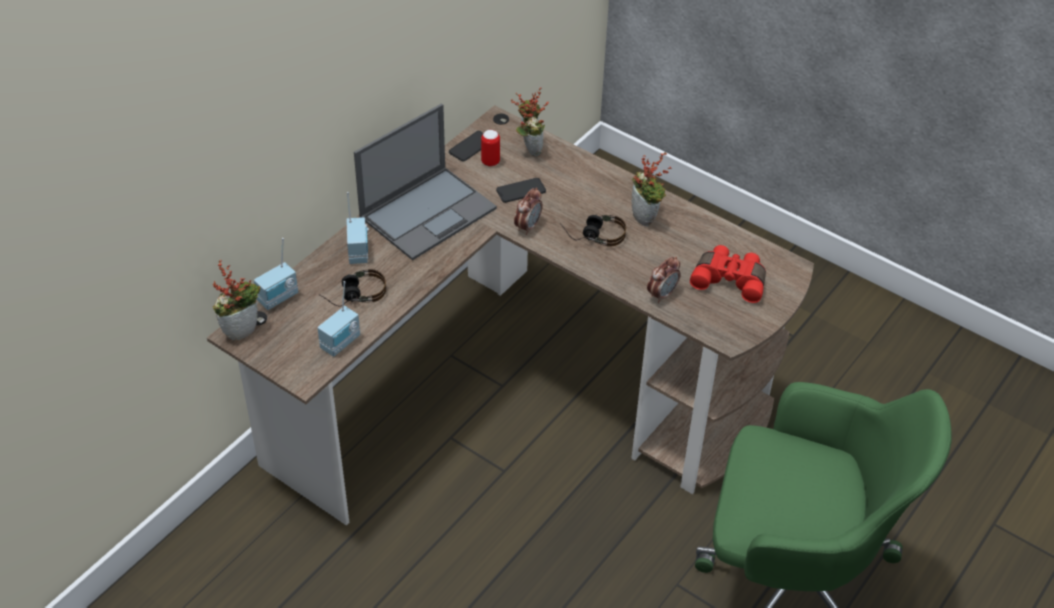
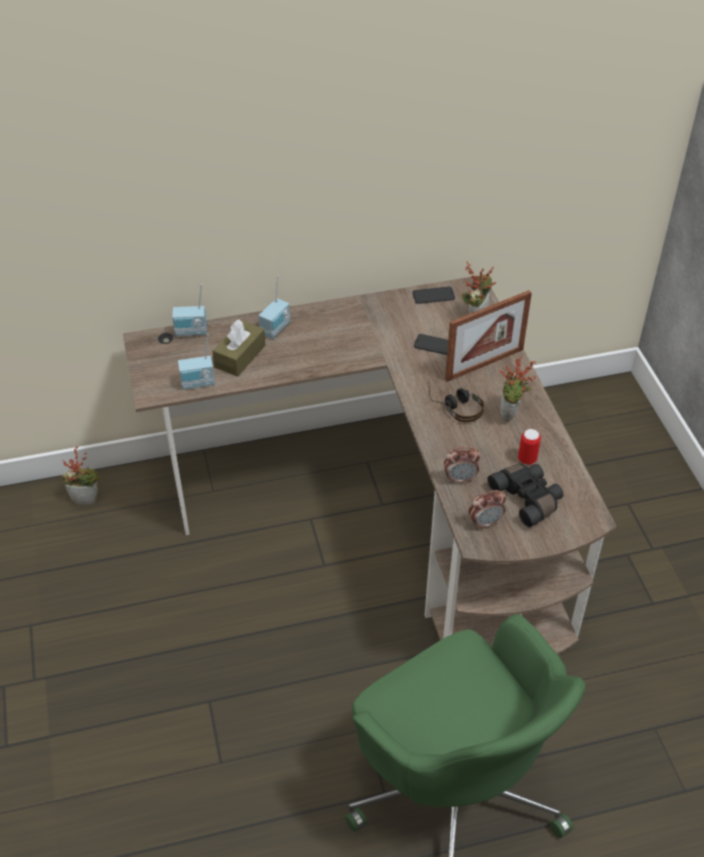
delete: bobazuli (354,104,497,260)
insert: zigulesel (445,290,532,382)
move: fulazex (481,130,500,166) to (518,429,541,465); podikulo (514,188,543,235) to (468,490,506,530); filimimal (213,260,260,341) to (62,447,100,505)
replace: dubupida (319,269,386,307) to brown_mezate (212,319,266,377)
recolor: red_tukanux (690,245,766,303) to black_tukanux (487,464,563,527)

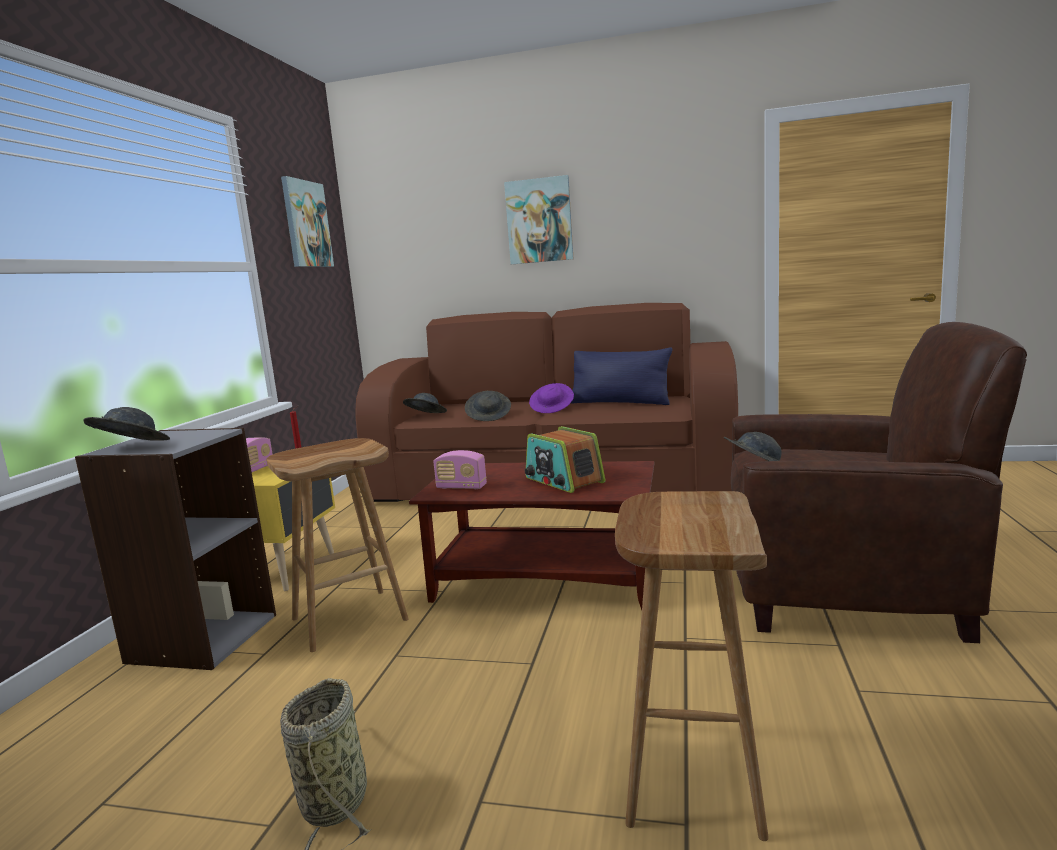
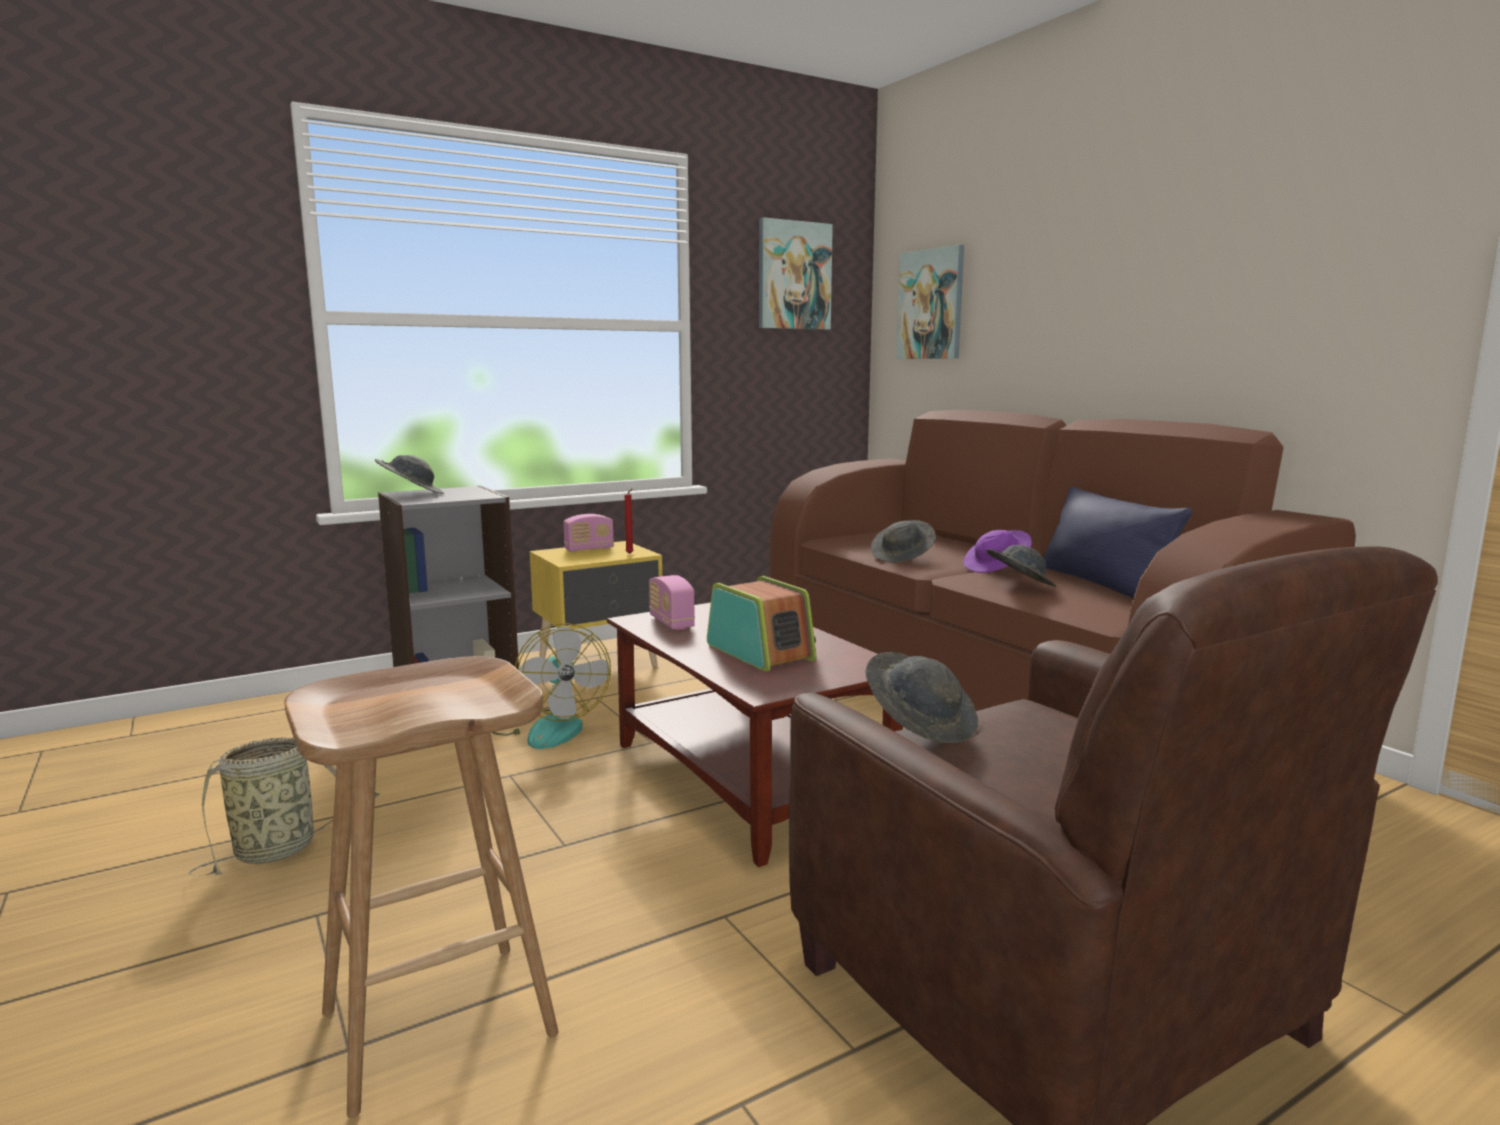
move: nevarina (504,175,574,264) to (896,245,964,359); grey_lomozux (403,393,447,413) to (986,545,1056,587)
replace: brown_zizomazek (266,438,409,652) to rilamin (492,623,611,749)
rotate: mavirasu (525,426,605,493) = (707,576,816,672) 135 degrees clockwise

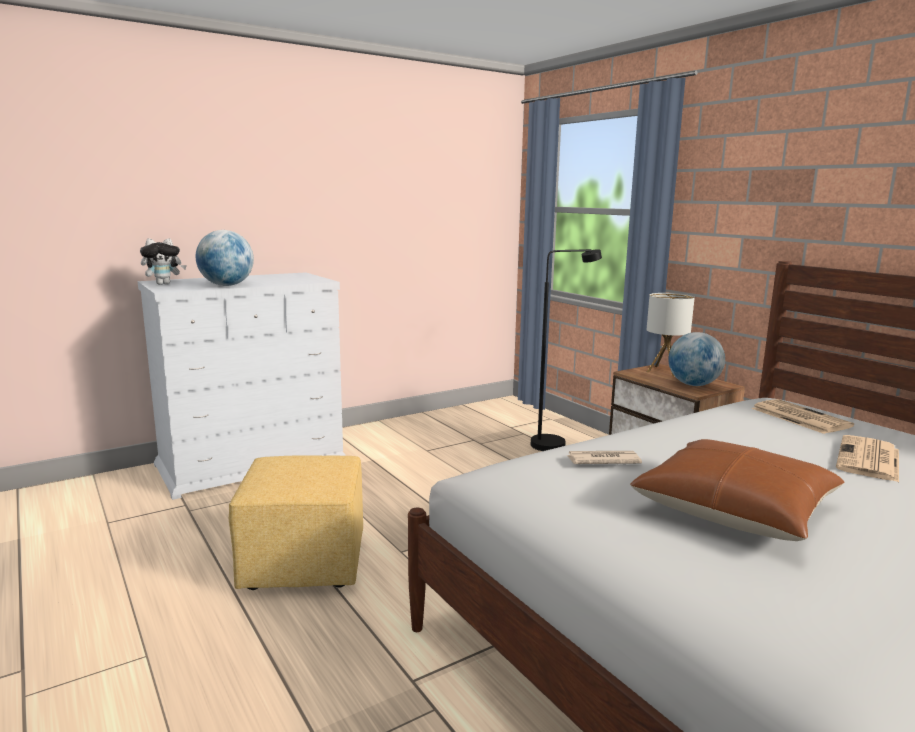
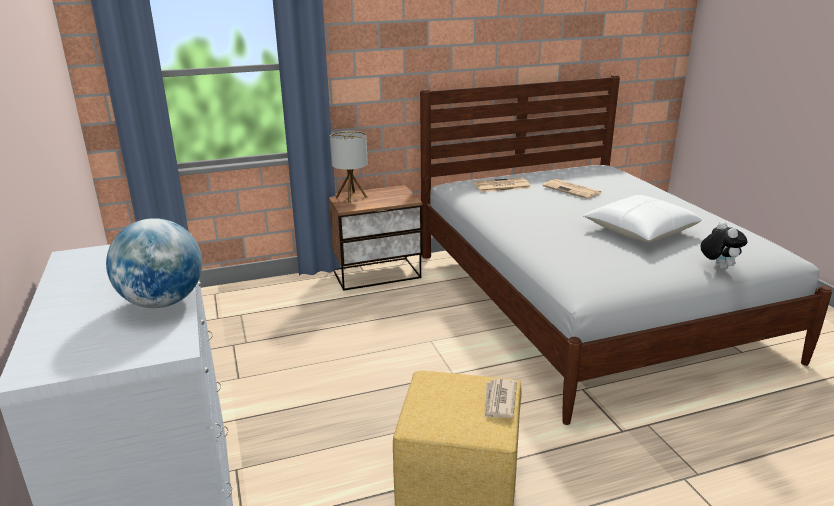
delete: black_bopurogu (531,249,602,451); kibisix (668,332,725,386)
move: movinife (140,238,187,285) to (701,221,747,270); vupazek (566,451,642,464) to (484,379,517,418)
recolor: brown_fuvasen (630,439,844,541) to white_fuvasen (583,195,702,243)

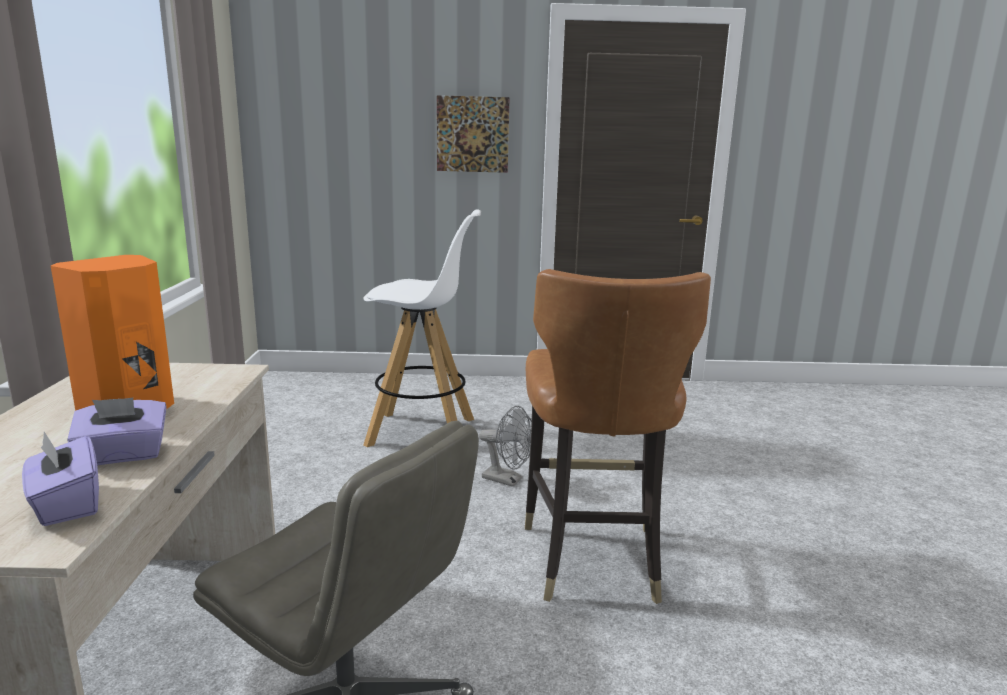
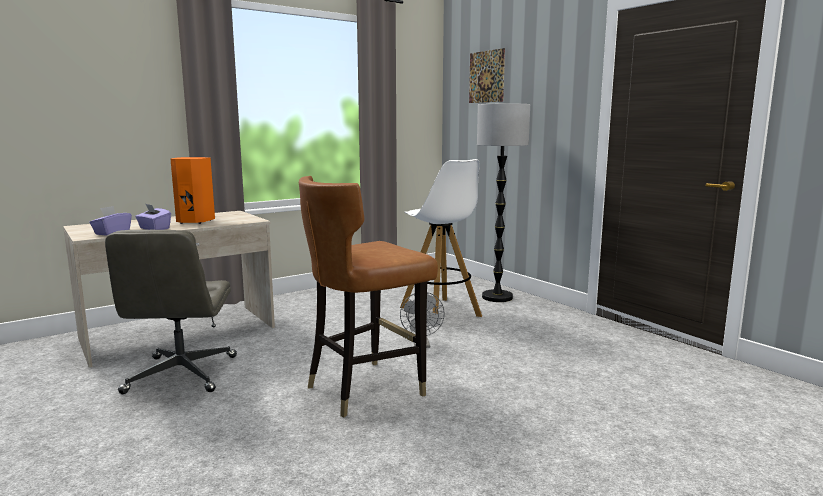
insert: bopurogu (477,104,530,302)
move: nevarina (437,95,510,173) to (469,48,505,103)

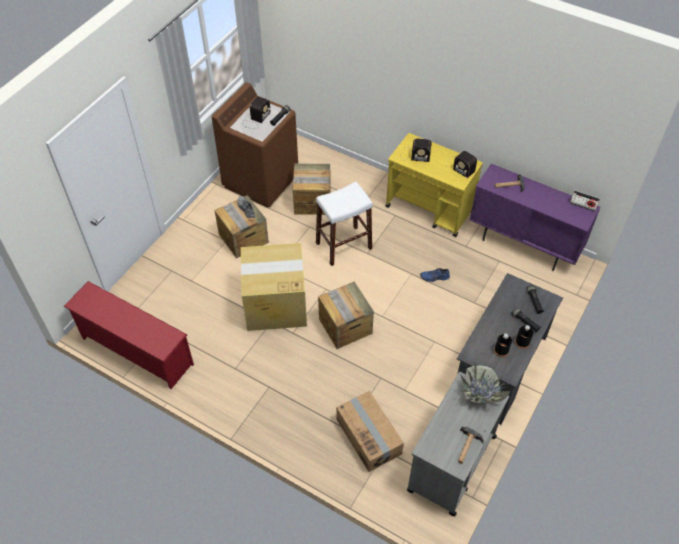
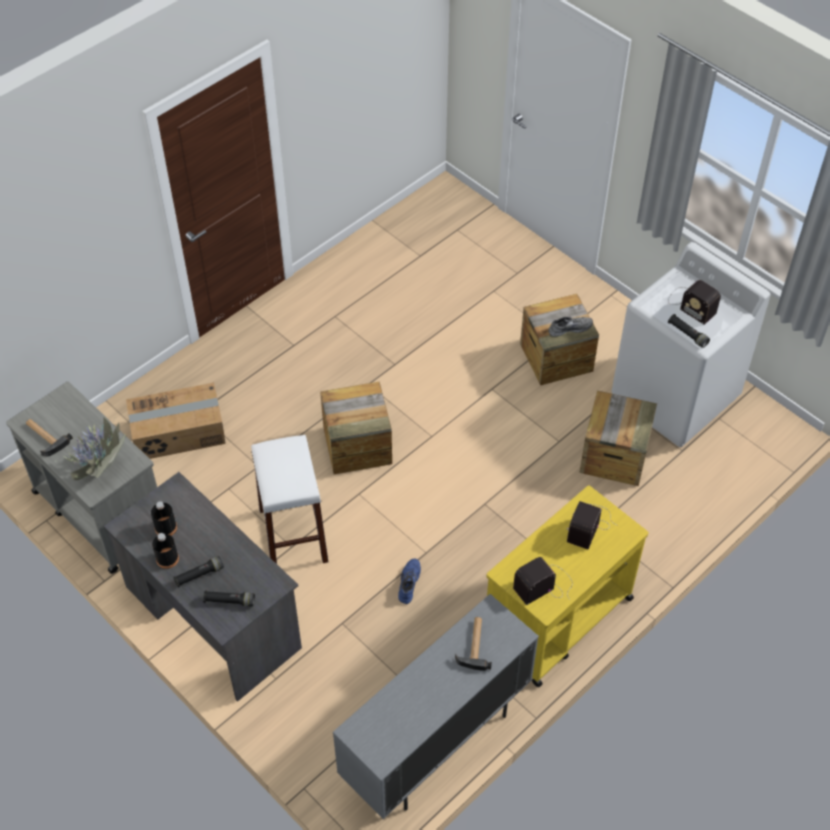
delete: mavirasu (570,190,600,212); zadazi (241,243,307,331); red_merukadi (63,281,194,389)
move: white_zizomazek (316,182,373,266) to (251,435,329,564)
recolor: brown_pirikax (212,82,298,208) to white_pirikax (612,242,770,447); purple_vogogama (470,164,601,271) to grey_vogogama (333,594,539,819)

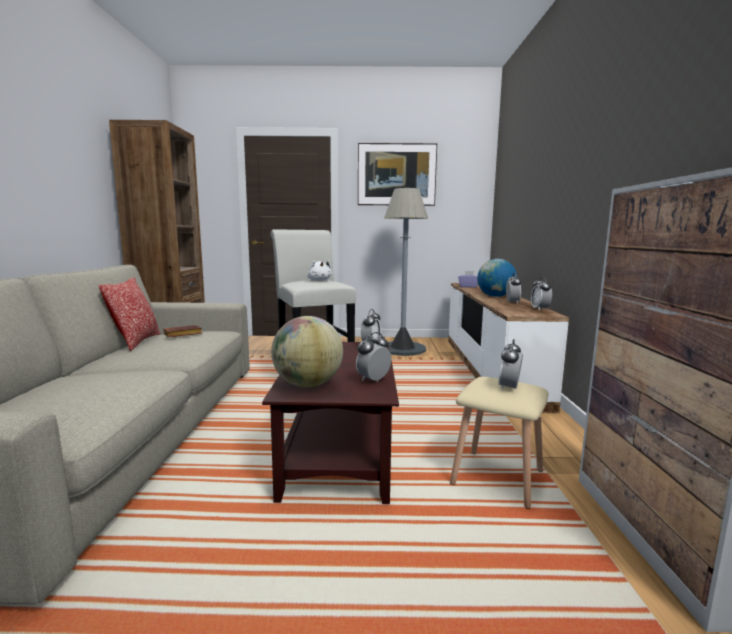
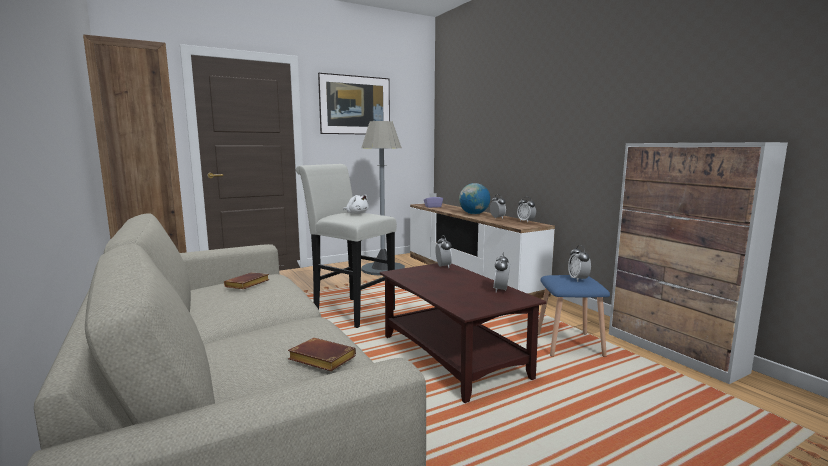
delete: fuvasen (99,277,161,351); kibisix (271,316,343,387)
insert: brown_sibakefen (288,338,356,371)
recolor: beige_zizomazek (450,377,549,509) to blue_zizomazek (538,275,610,357)

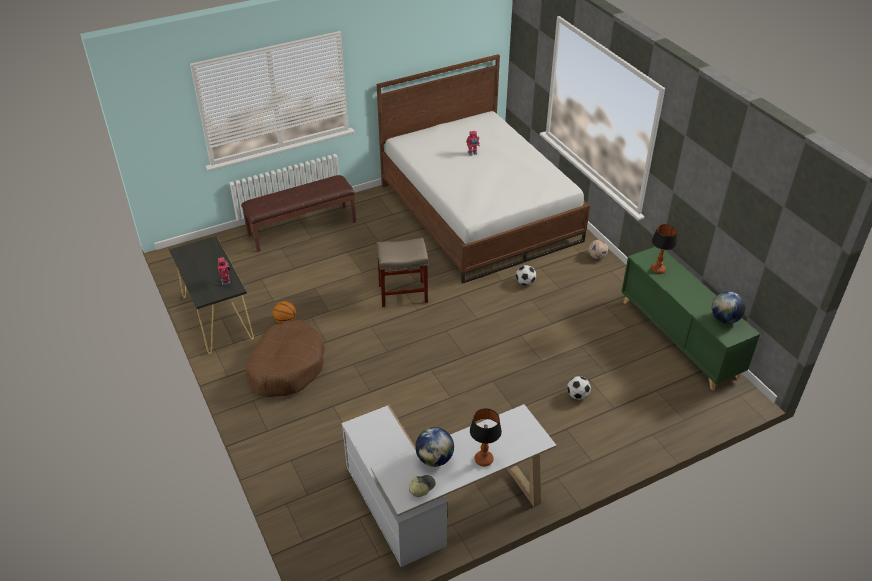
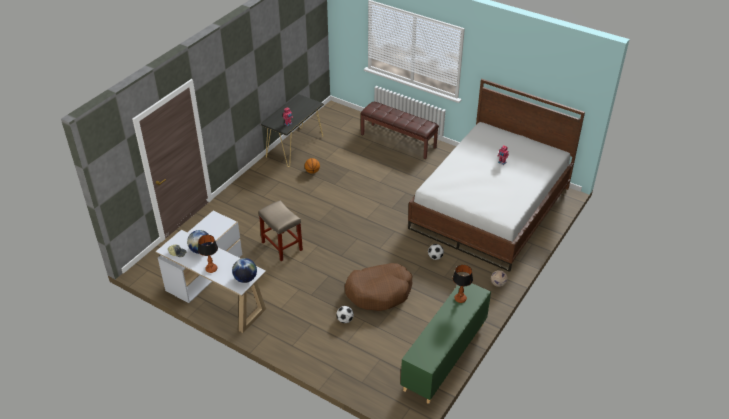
move: beige_zizomazek (376,238,428,307) to (258,201,303,261); kibisix (712,291,746,324) to (232,258,257,283); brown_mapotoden (245,320,325,397) to (345,263,412,311)

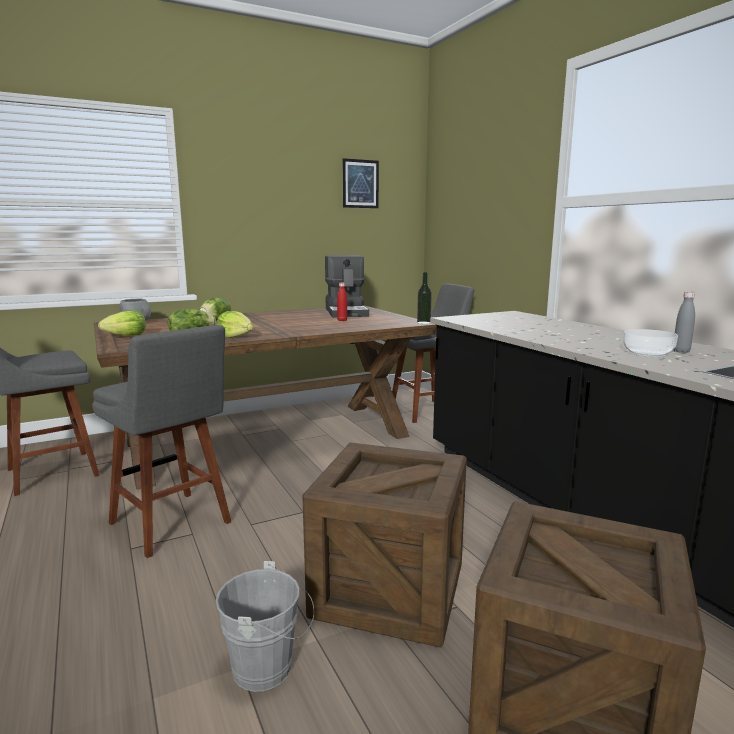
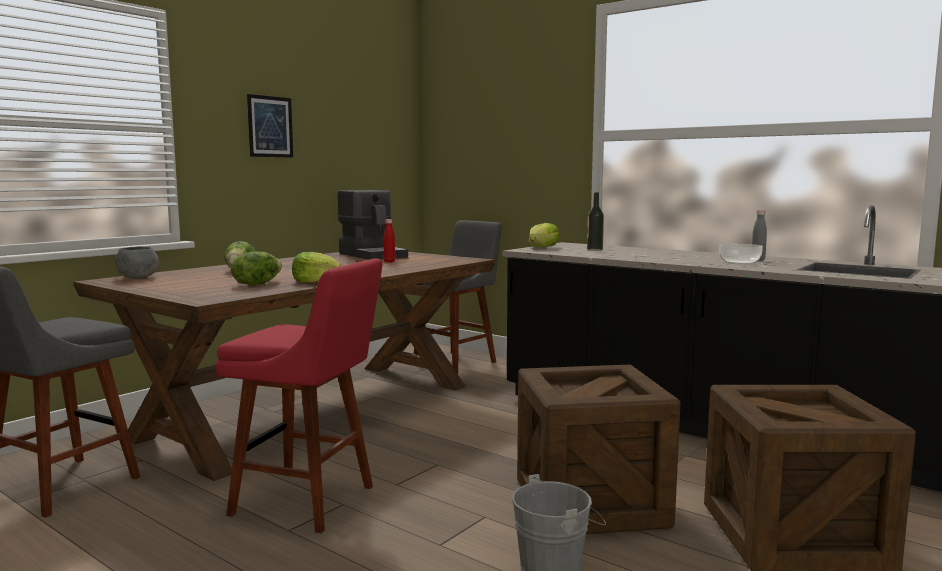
move: nevarina (343,158,379,208) to (247,94,293,158); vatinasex (417,272,432,324) to (587,192,604,251); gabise (98,310,146,336) to (529,223,560,247)
recolor: grey_zizomazek (92,325,231,558) to red_zizomazek (215,258,383,533)

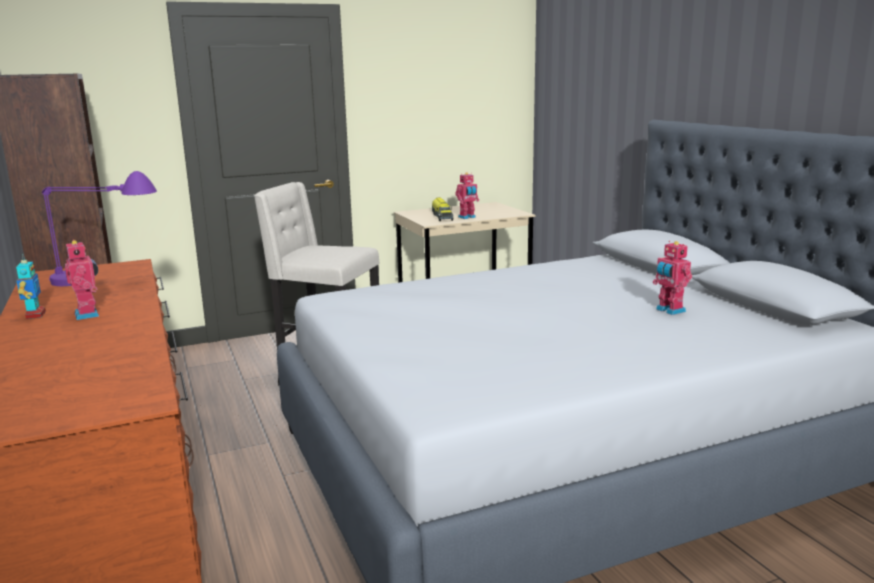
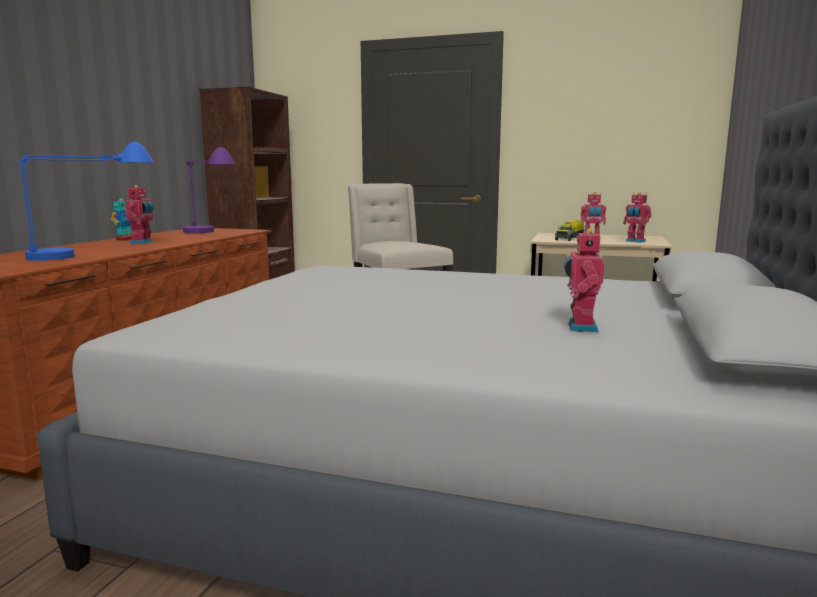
insert: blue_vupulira (19,142,153,261); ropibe (623,192,651,243)

